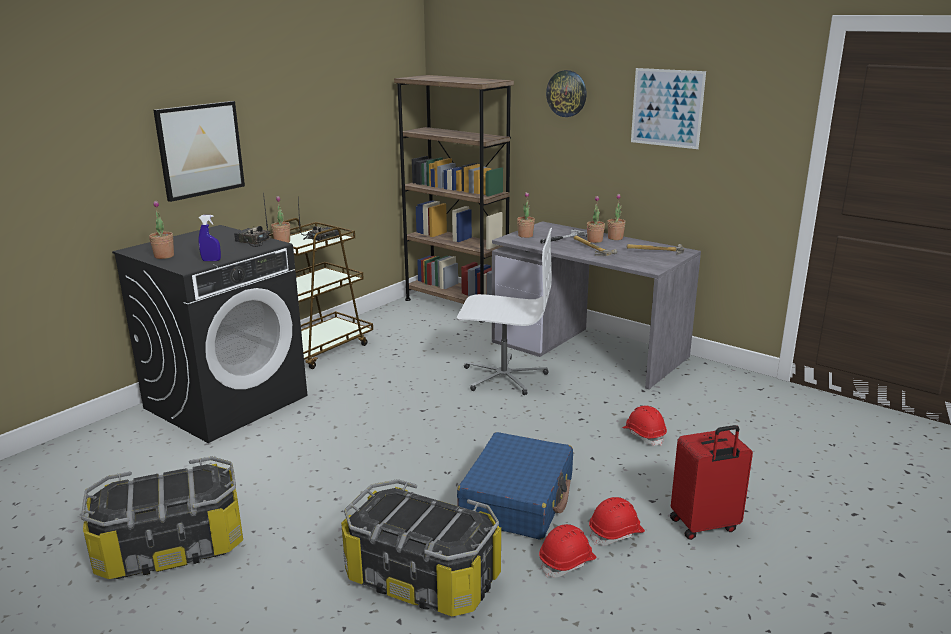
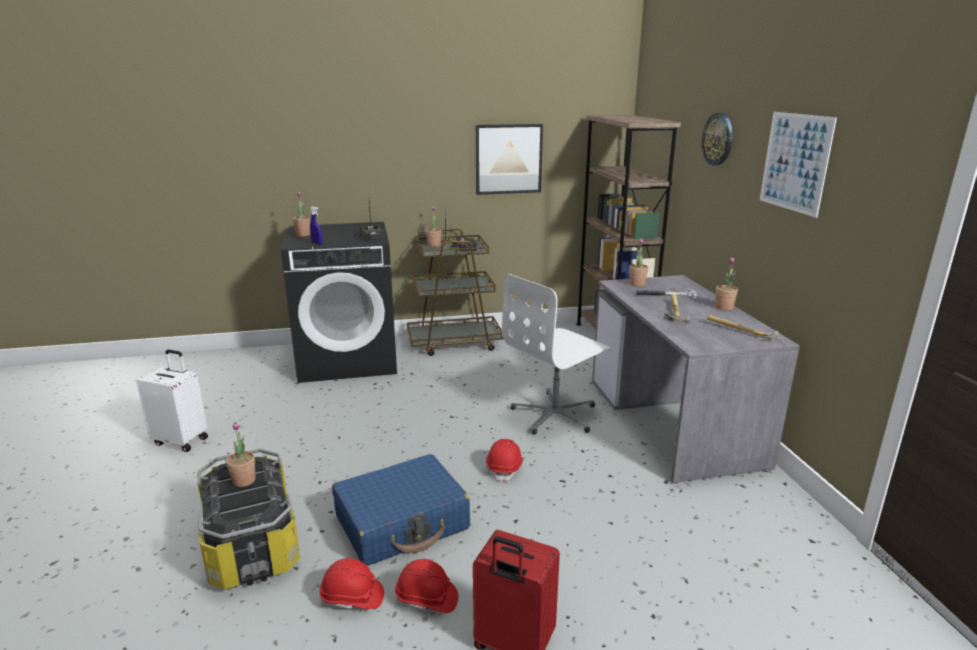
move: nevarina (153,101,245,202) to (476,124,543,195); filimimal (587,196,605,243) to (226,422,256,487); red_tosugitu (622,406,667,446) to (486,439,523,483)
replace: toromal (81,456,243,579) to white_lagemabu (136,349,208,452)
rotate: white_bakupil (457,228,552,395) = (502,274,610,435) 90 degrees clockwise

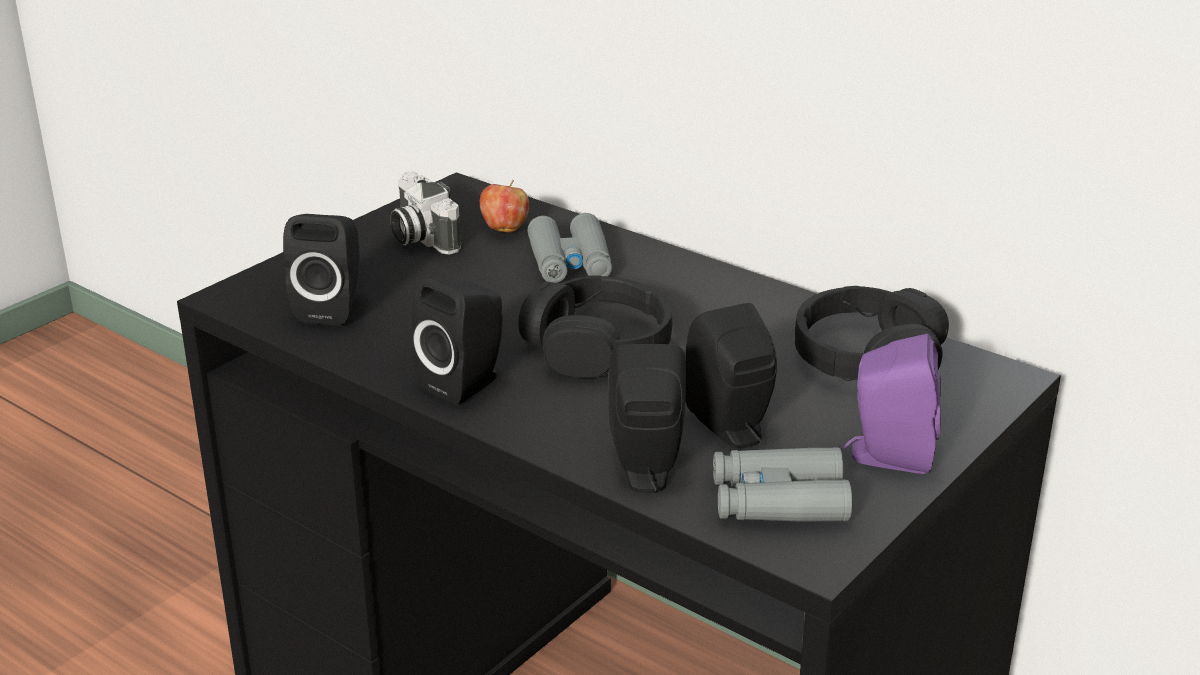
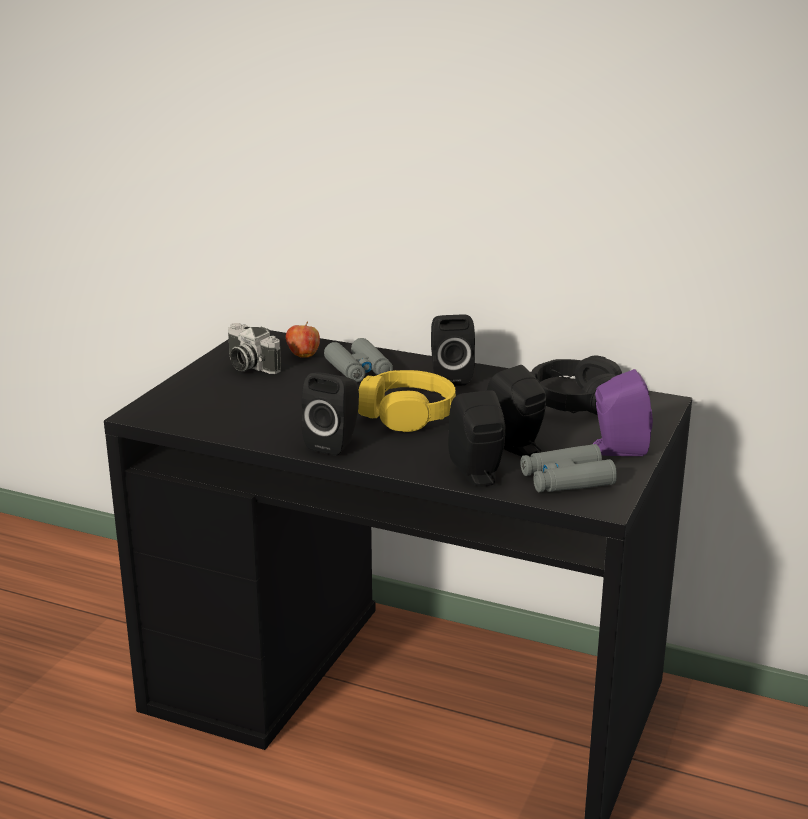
move: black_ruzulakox (283,214,360,326) to (431,314,475,386)
recolor: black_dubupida (519,275,672,378) to yellow_dubupida (358,370,456,432)

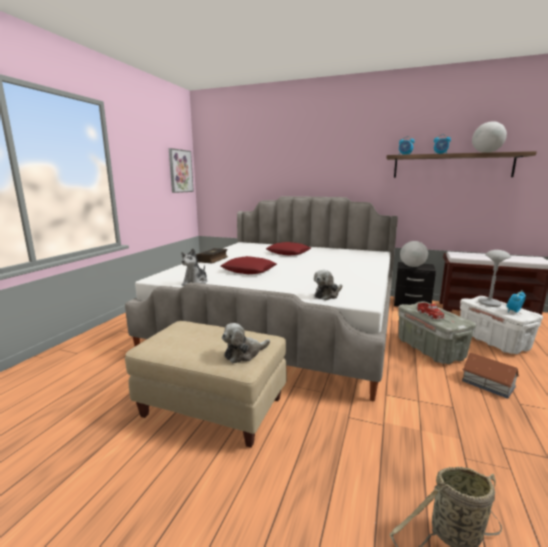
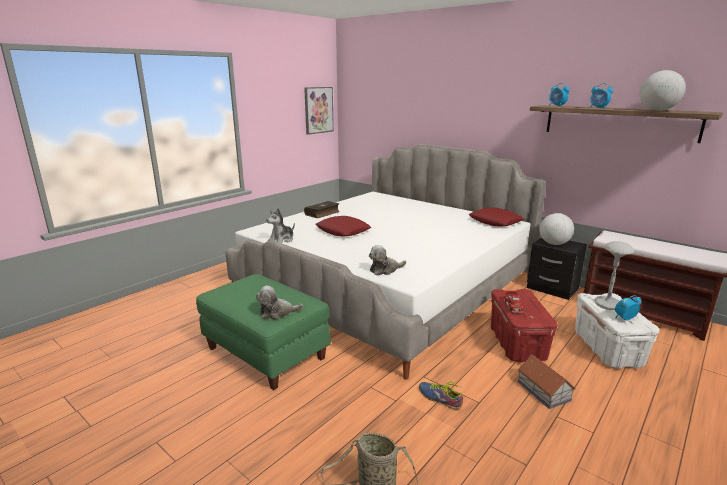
insert: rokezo (419,381,463,410)
move: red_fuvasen (266,242,311,256) to (468,208,525,227)
recolor: grey_toromal (398,301,476,364) to red_toromal (491,289,558,363); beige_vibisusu (125,321,287,448) to green_vibisusu (196,274,331,390)

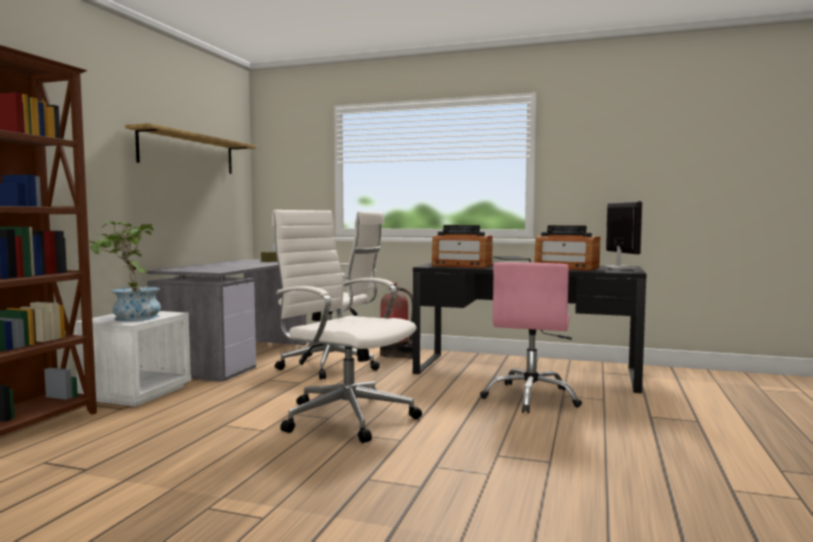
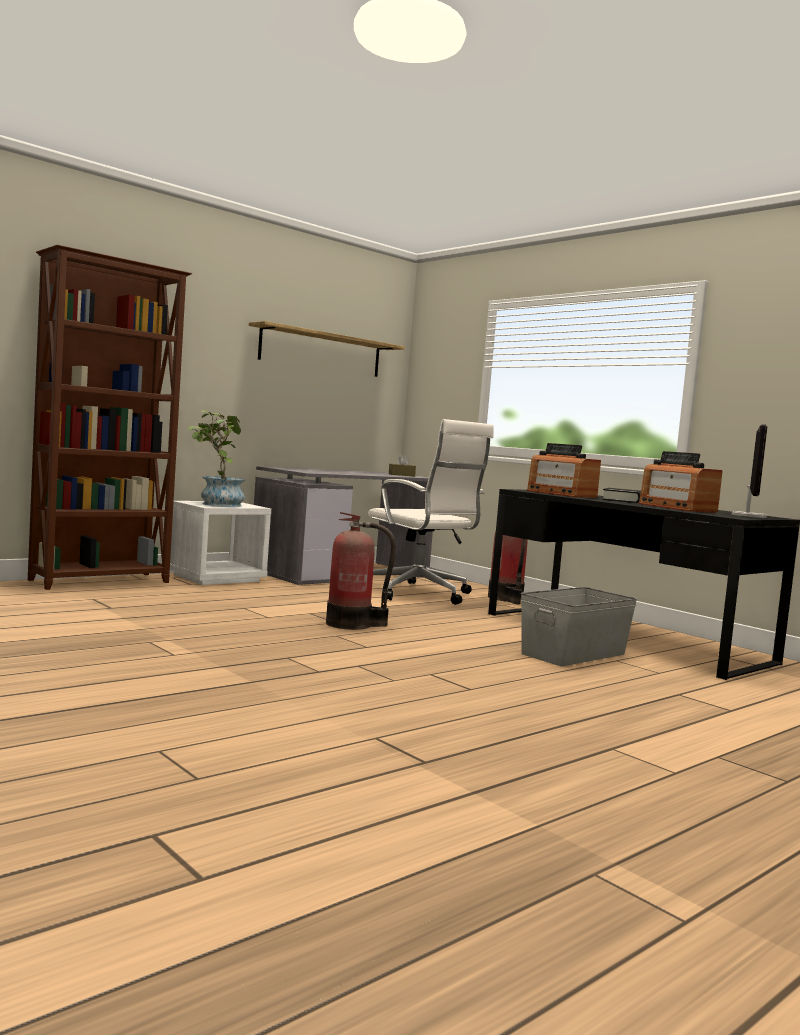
replace: white_bakupil (272,210,422,443) to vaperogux (326,512,396,630); pink_bakupil (480,262,582,413) to grey_toromal (521,587,637,666)

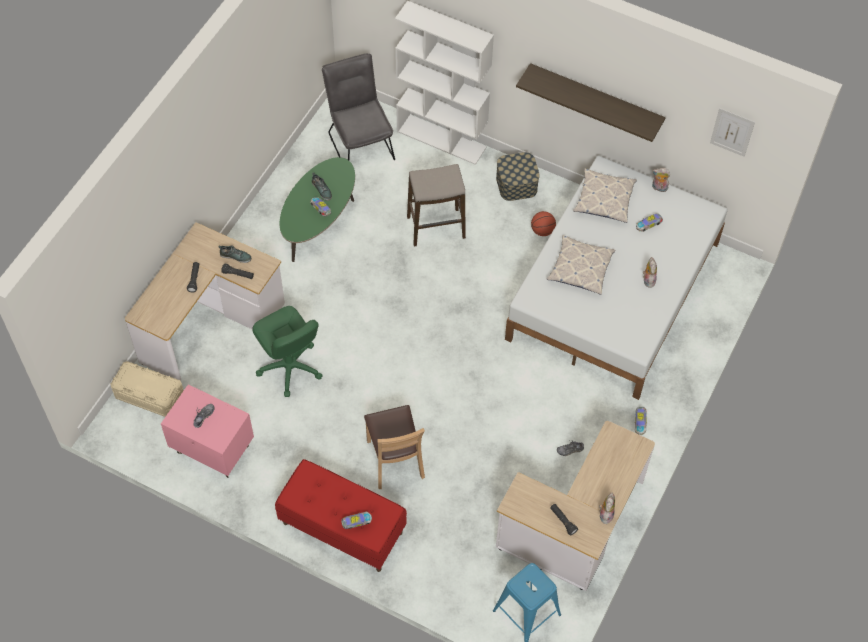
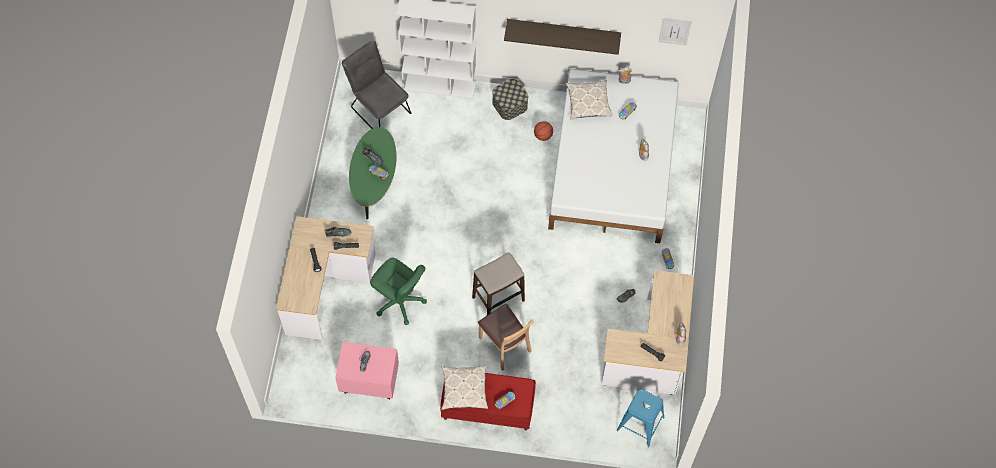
delete: beige_toromal (111,361,184,417)
move: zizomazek (407,164,466,246) to (472,252,525,315); fuvasen (547,235,616,295) to (441,365,488,410)

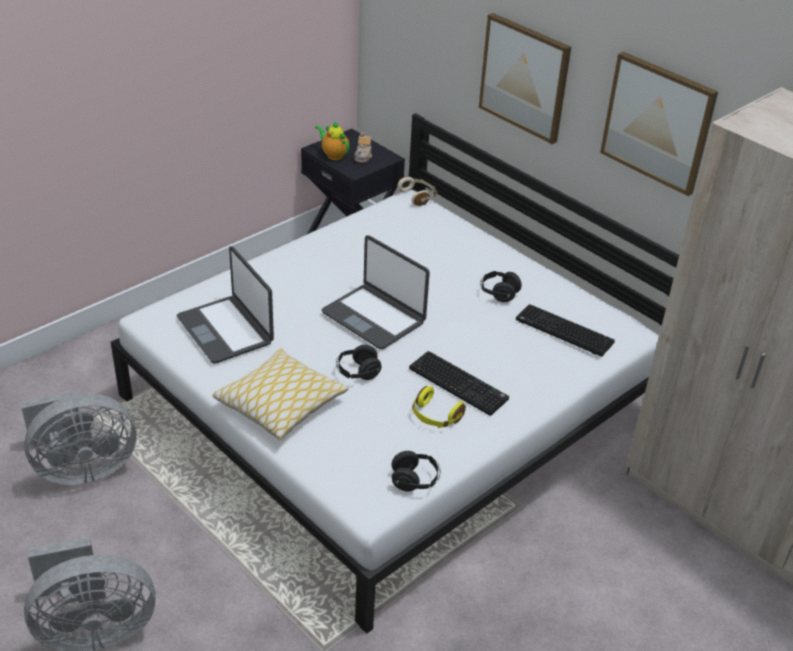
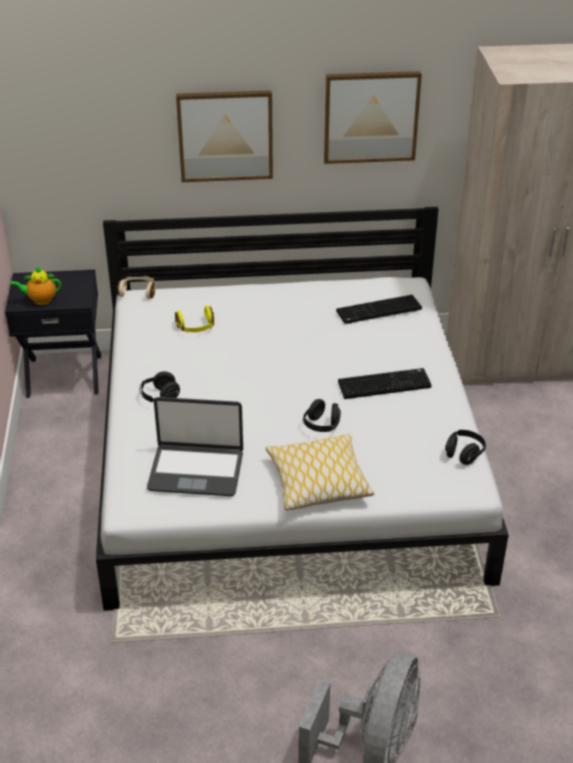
delete: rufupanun (355,132,372,163); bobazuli (322,235,430,349); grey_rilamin (20,390,137,485)
move: black_dubupida (480,271,522,302) to (139,371,180,402); yellow_dubupida (412,386,466,428) to (175,306,214,333)

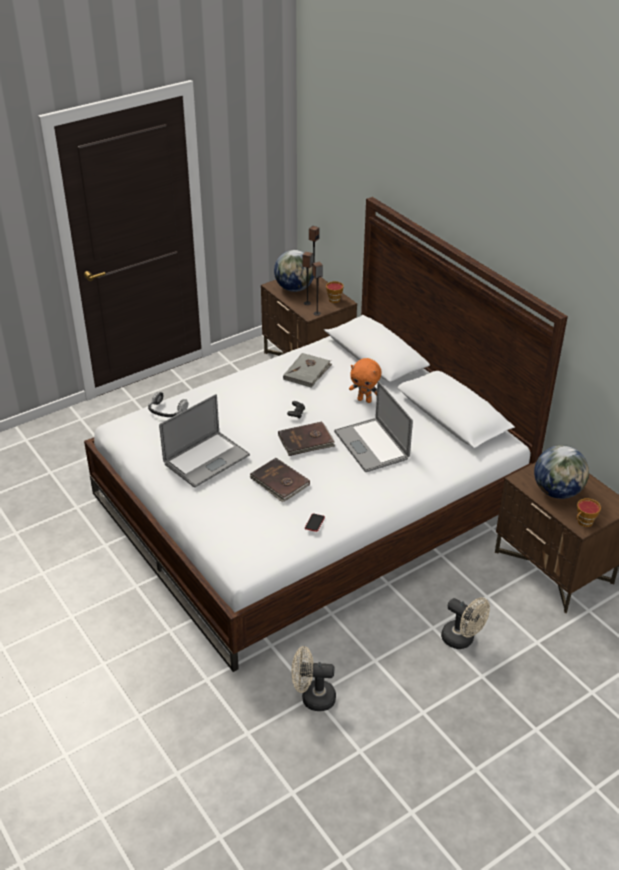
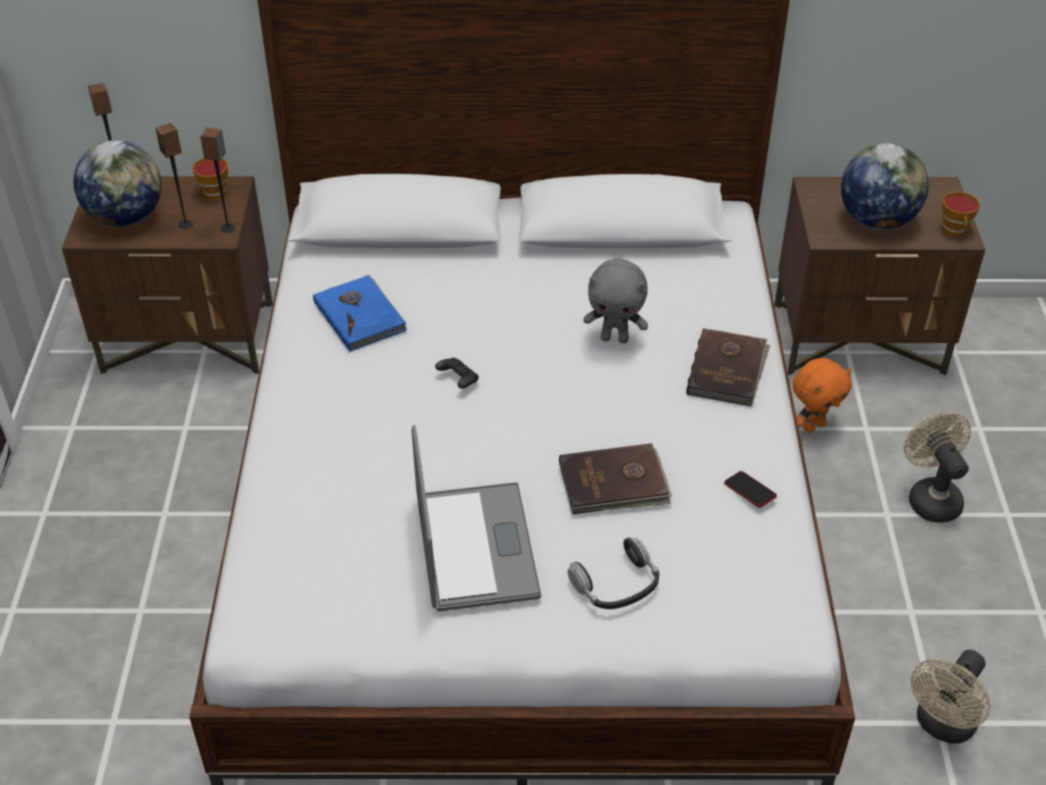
move: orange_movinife (349,358,382,403) to (793,358,852,433); dubupida (148,392,189,417) to (567,537,659,609); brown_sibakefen (278,422,335,456) to (686,328,770,406)
replace: bobazuli (334,381,413,472) to grey_movinife (583,259,648,343)
recolor: grey_sibakefen (283,353,332,388) to blue_sibakefen (313,275,407,352)
rotate: beige_rilamin (441,598,490,649) = (904,412,971,523) 90 degrees counterclockwise

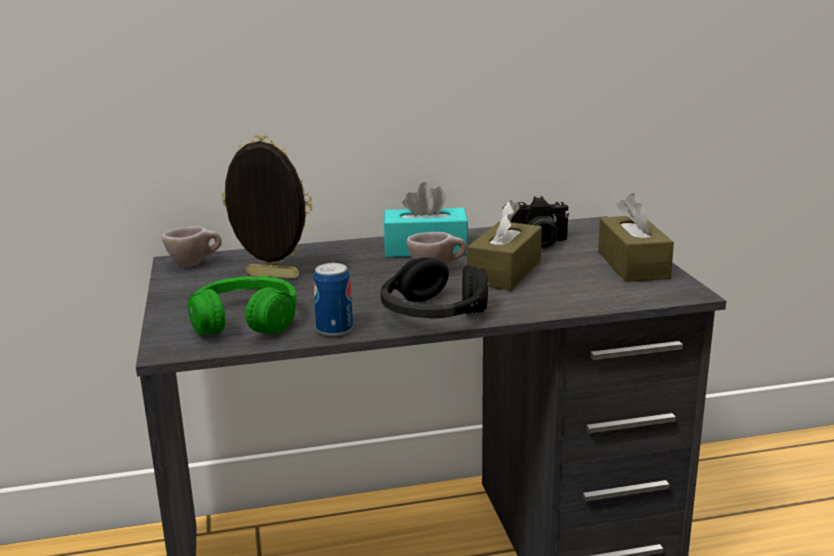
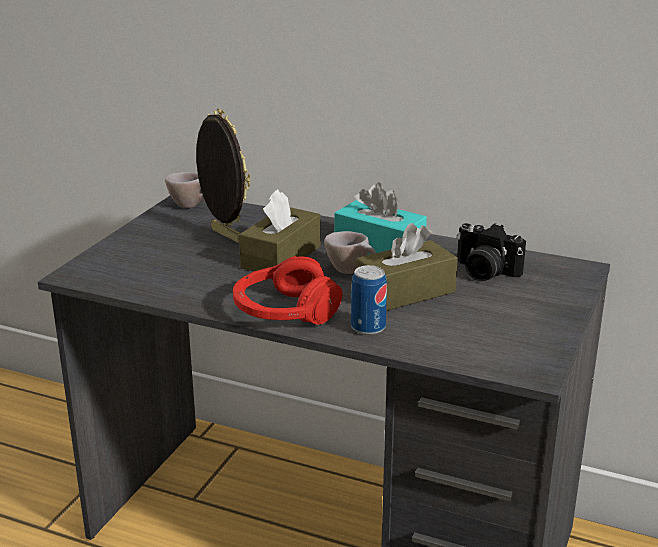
delete: green_dubupida (188,276,297,335)
move: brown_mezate (598,193,674,282) to (239,189,321,271); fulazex (313,263,353,336) to (351,265,387,335)
recolor: black_dubupida (381,257,489,318) to red_dubupida (233,256,343,325)

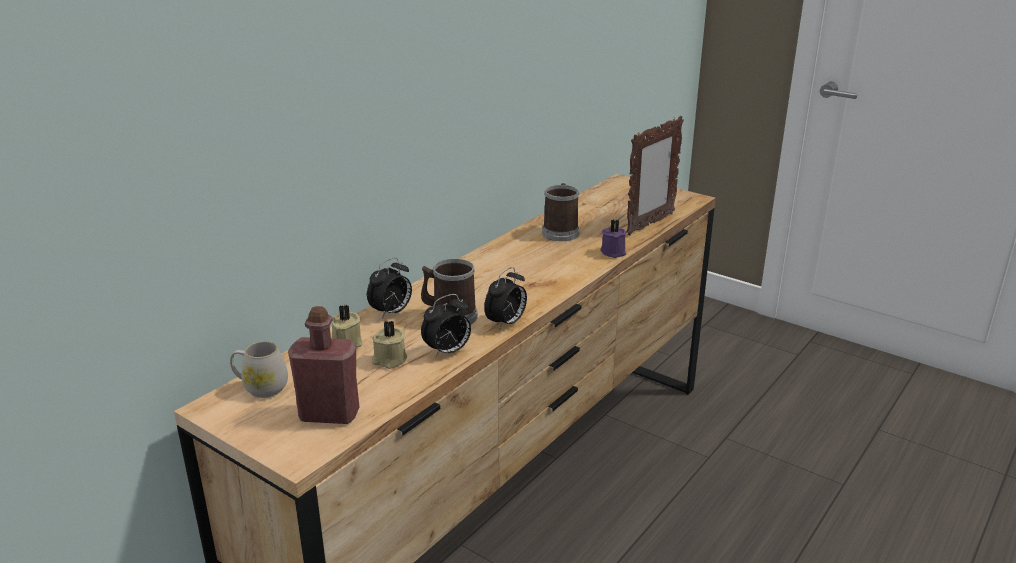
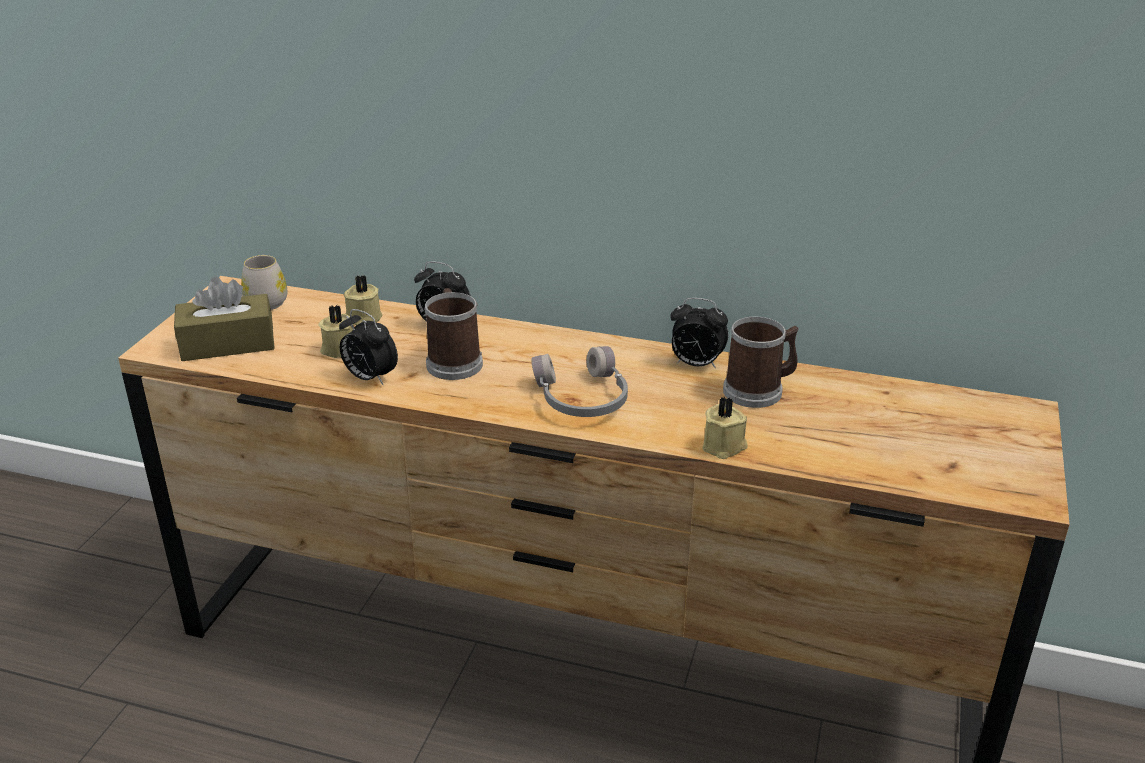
delete: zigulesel (626,116,684,235)
insert: grey_dubupida (531,346,628,417)
move: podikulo (484,267,527,330) to (670,298,728,369)
replace: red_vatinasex (288,306,359,424) to brown_mezate (174,277,275,361)
recolor: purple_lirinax (600,220,626,258) to beige_lirinax (703,397,748,459)

